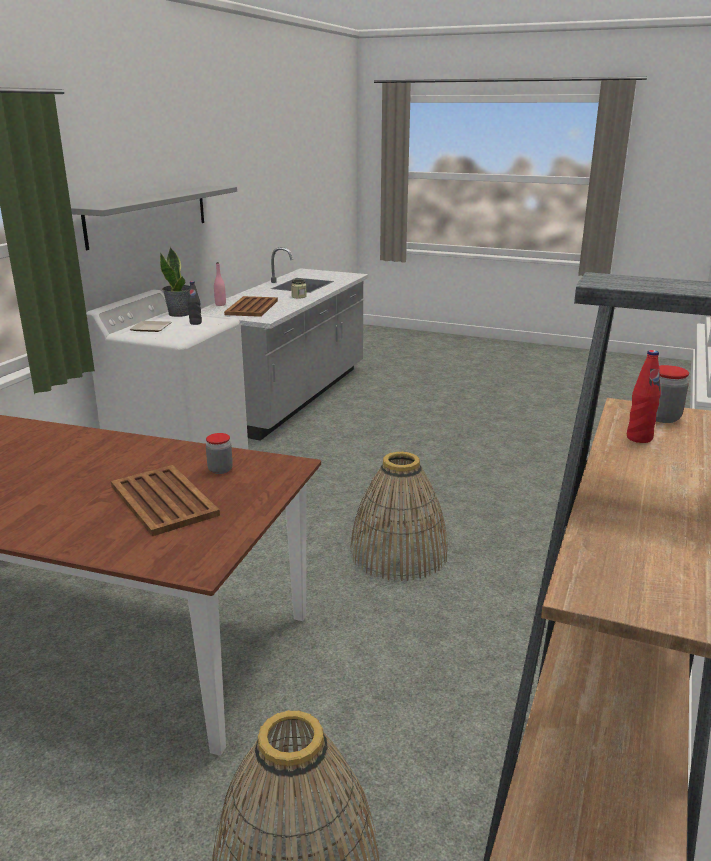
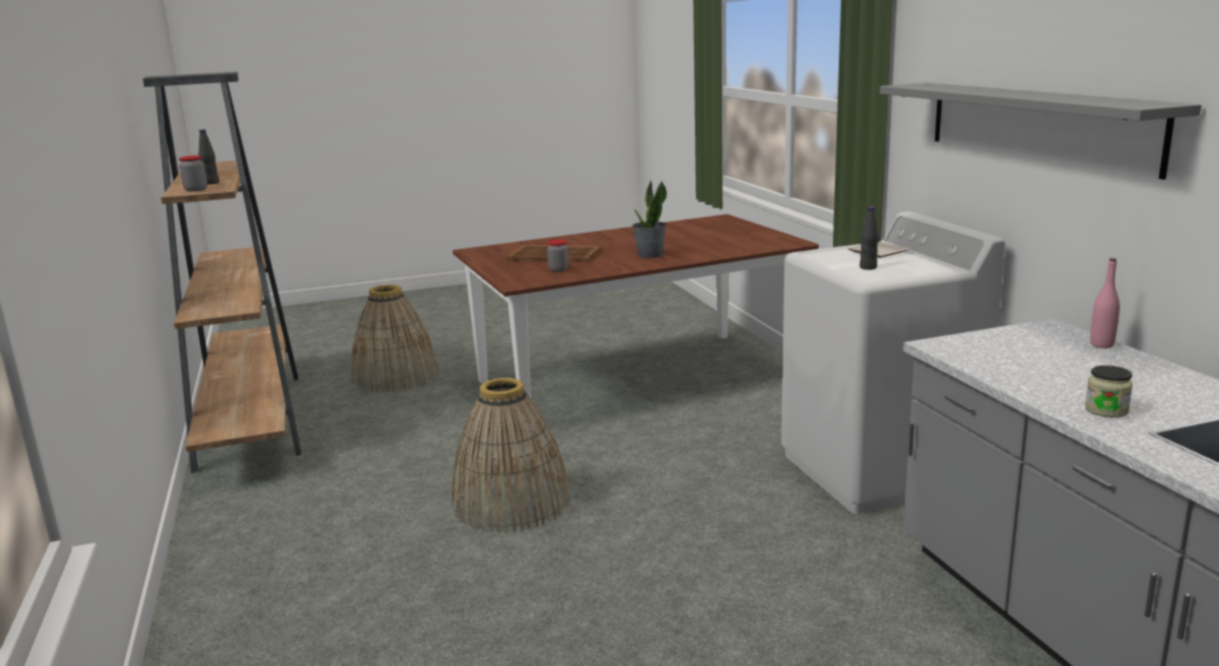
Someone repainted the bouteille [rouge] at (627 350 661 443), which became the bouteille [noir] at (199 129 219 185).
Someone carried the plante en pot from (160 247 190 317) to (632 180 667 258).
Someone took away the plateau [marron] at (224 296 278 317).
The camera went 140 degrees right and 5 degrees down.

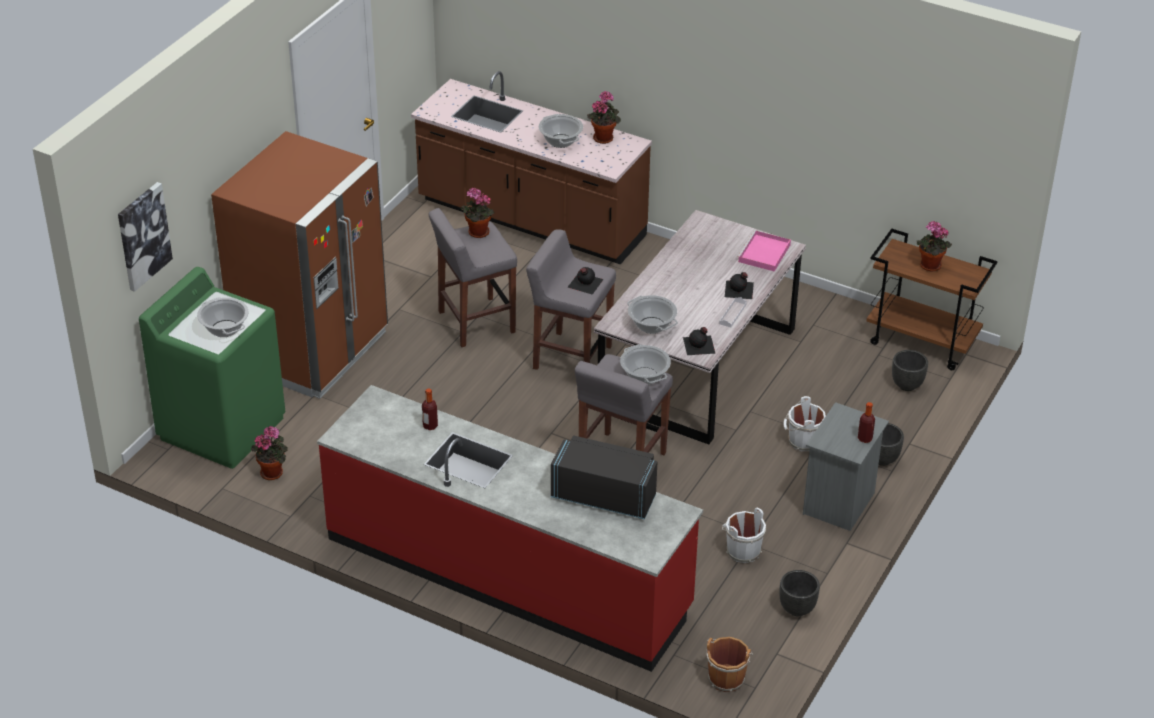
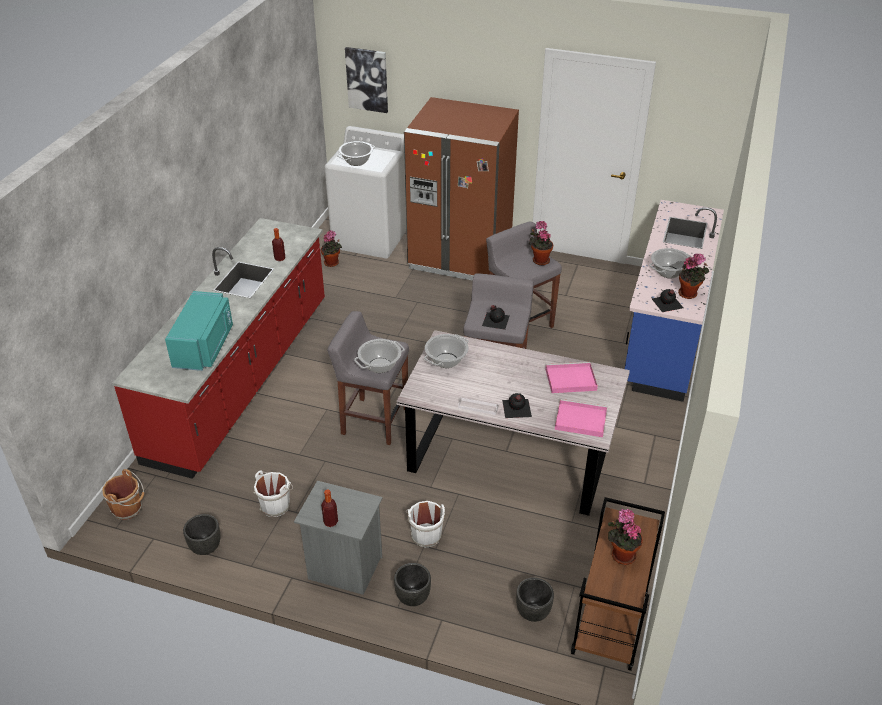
Someone repainted the micro-ondes [noir] at (551 435 657 520), which became the micro-ondes [turquoise] at (165 291 233 371).
Someone repainted the lave-linge [vert] at (139 267 285 469), which became the lave-linge [blanc] at (325 126 407 259).
Someone put down the plateau [rose] at (545 362 598 393).
Someone repainted the comptoir de cuisine [marron] at (411 71 652 264), which became the comptoir de cuisine [bleu] at (625 200 724 402).
Someone carried the bouteille [noir] from (683 327 716 355) to (652 289 683 312).
The camera went 80 degrees right and 0 degrees up.

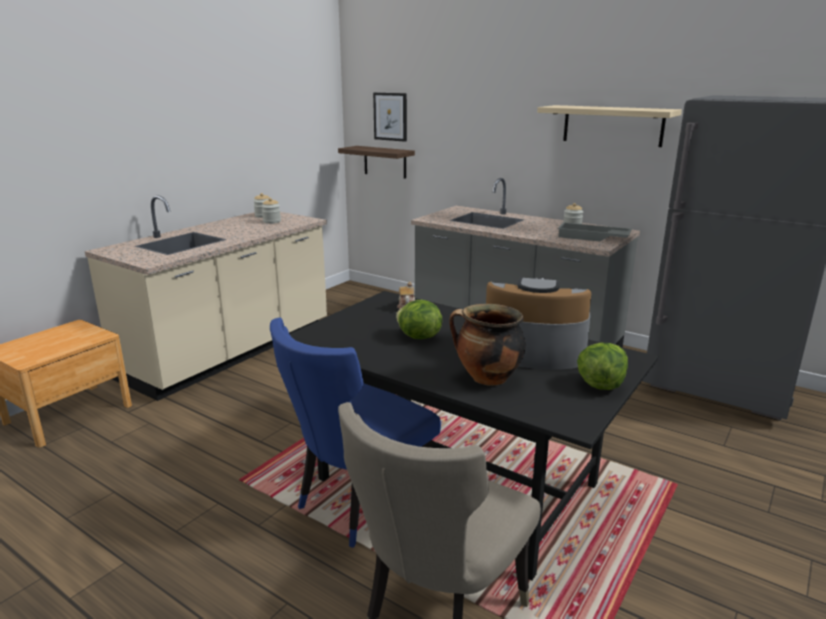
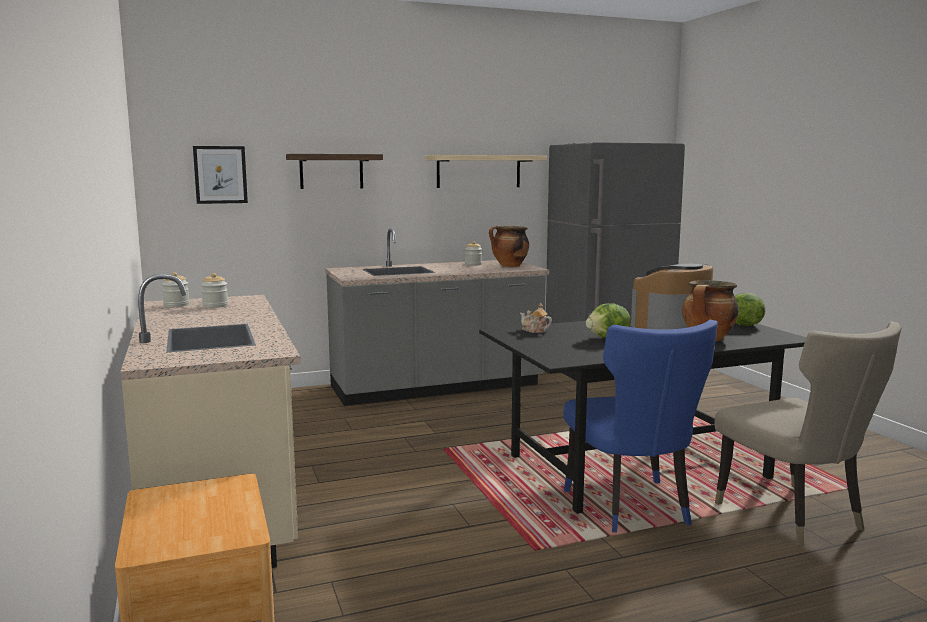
Someone carried the étagère from (338 146 415 179) to (286 154 383 189).
Someone swapped the plateau [gris] at (558 222 632 242) for the marmite at (489 226 529 267).
The camera went 55 degrees left and 10 degrees down.

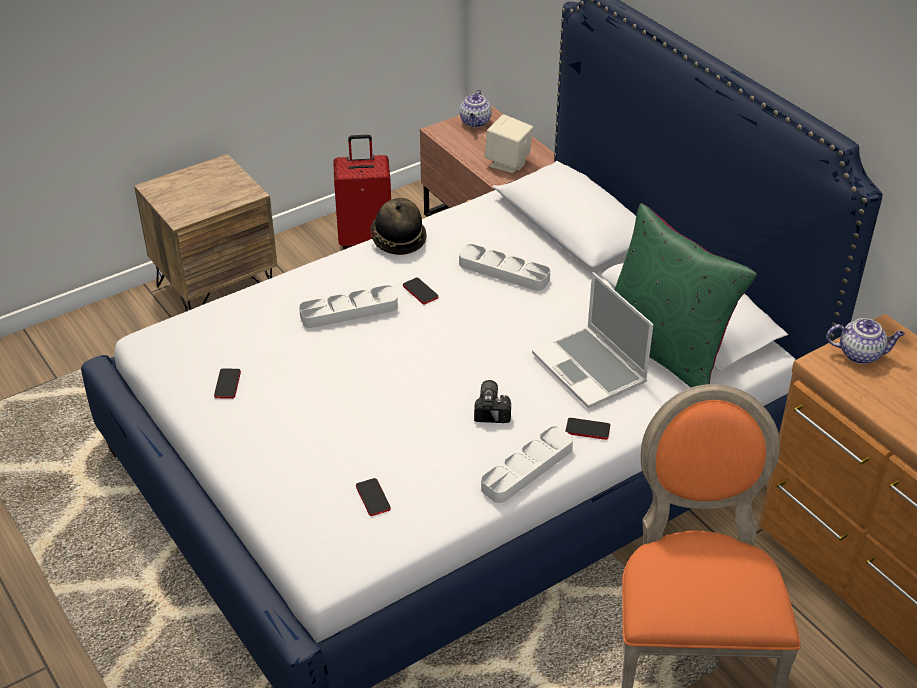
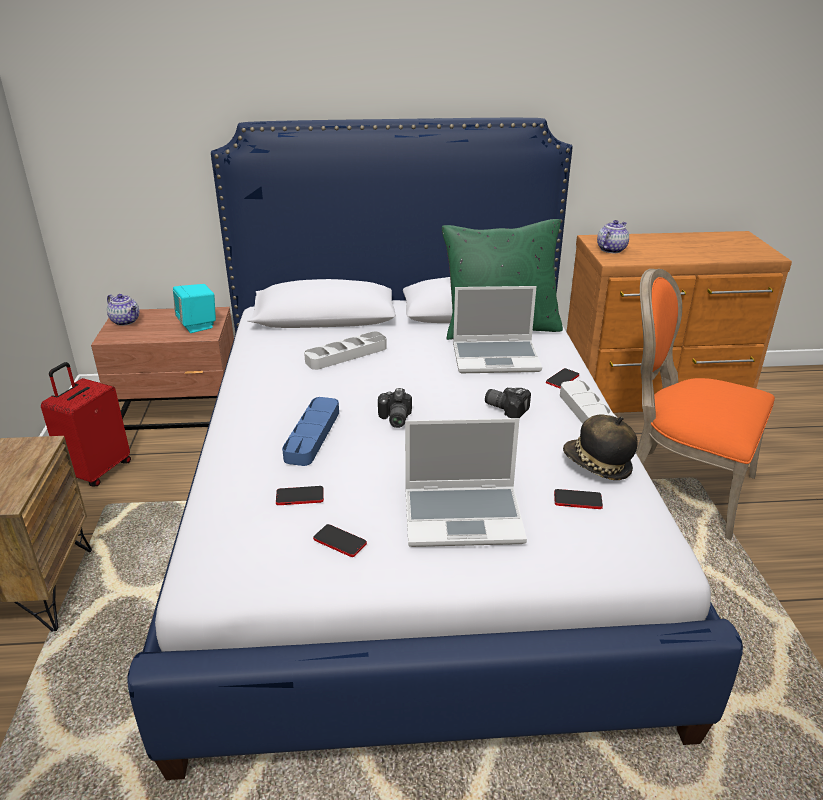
Someone repainted the enceinte [beige] at (484 114 533 173), which became the enceinte [turquoise] at (173 284 216 333).
Someone carried the téléphone from (403 277 439 305) to (276 486 324 505).
Someone repainted the plateau [gris] at (299 285 398 328), which became the plateau [bleu] at (282 397 339 466).
Someone put down the appareil photo at (378 388 412 428).
Someone put down the ordinateur portable at (405 418 527 547).
Someone carried the chapeau from (371 198 427 255) to (563 415 638 480).
The camera went 60 degrees left and 10 degrees down.

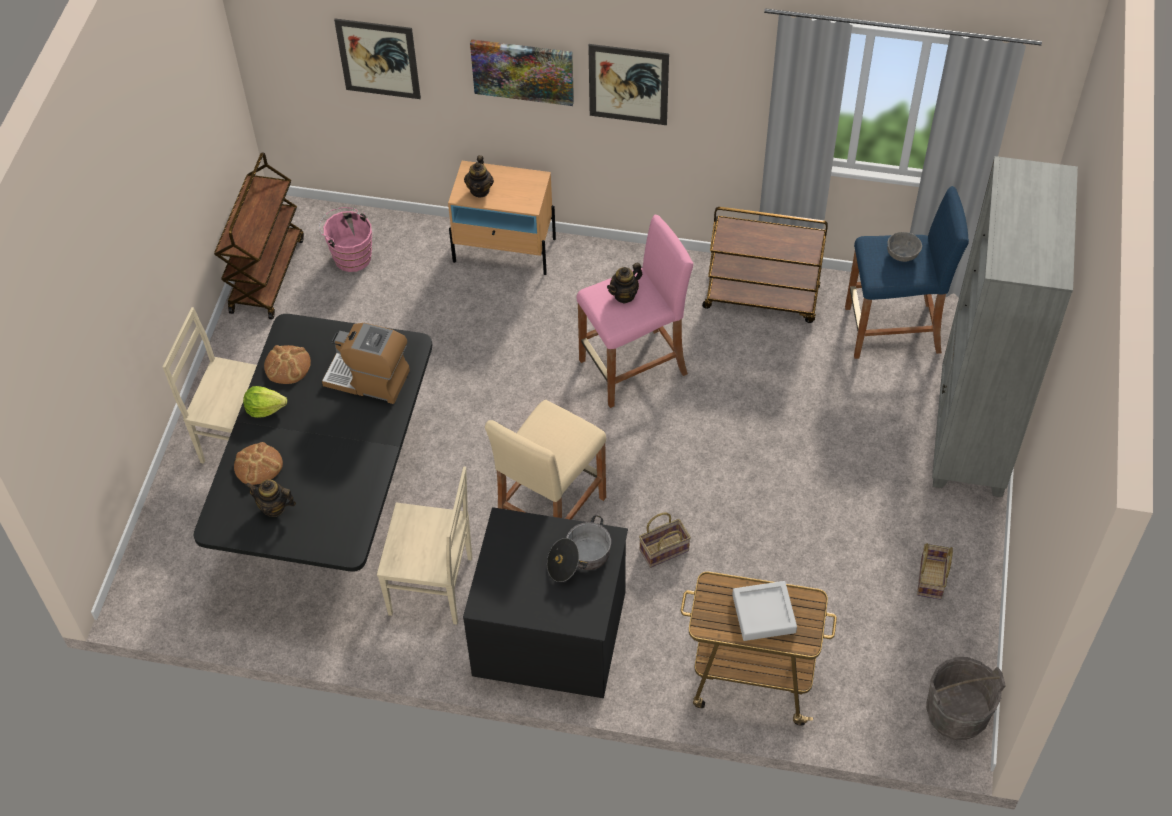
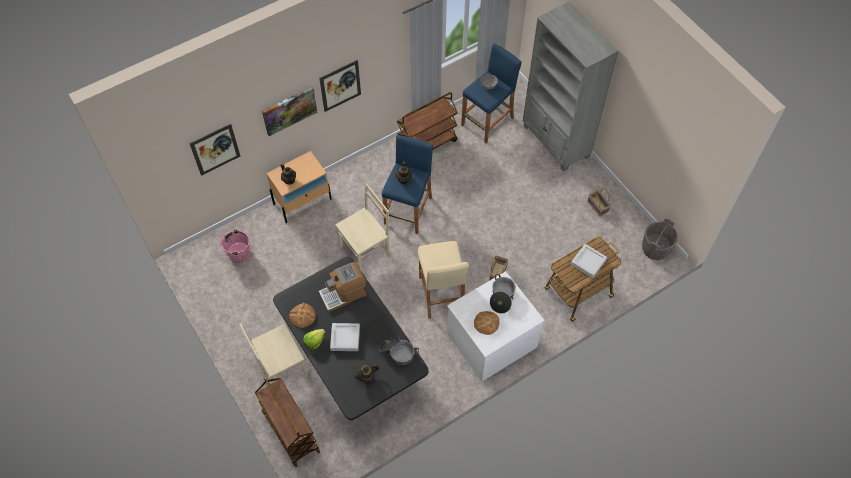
Someone carried the chariot [marron] from (214 152 304 320) to (255 377 320 467).
Someone put down the plateau [gris] at (330 323 360 351).
Someone carried the chaise [beige] from (377 466 472 624) to (335 183 389 272).
Someone put down the marmite at (379 337 419 366).
Someone repainted the tabouret [rose] at (577 215 693 408), which became the tabouret [bleu] at (382 135 433 234).
Someone repainted the commode [noir] at (463 507 628 698), which became the commode [blanc] at (447 271 545 381).
Someone carried the pain from (234 442 283 485) to (474 311 499 335).
The camera went 45 degrees left and 5 degrees up.

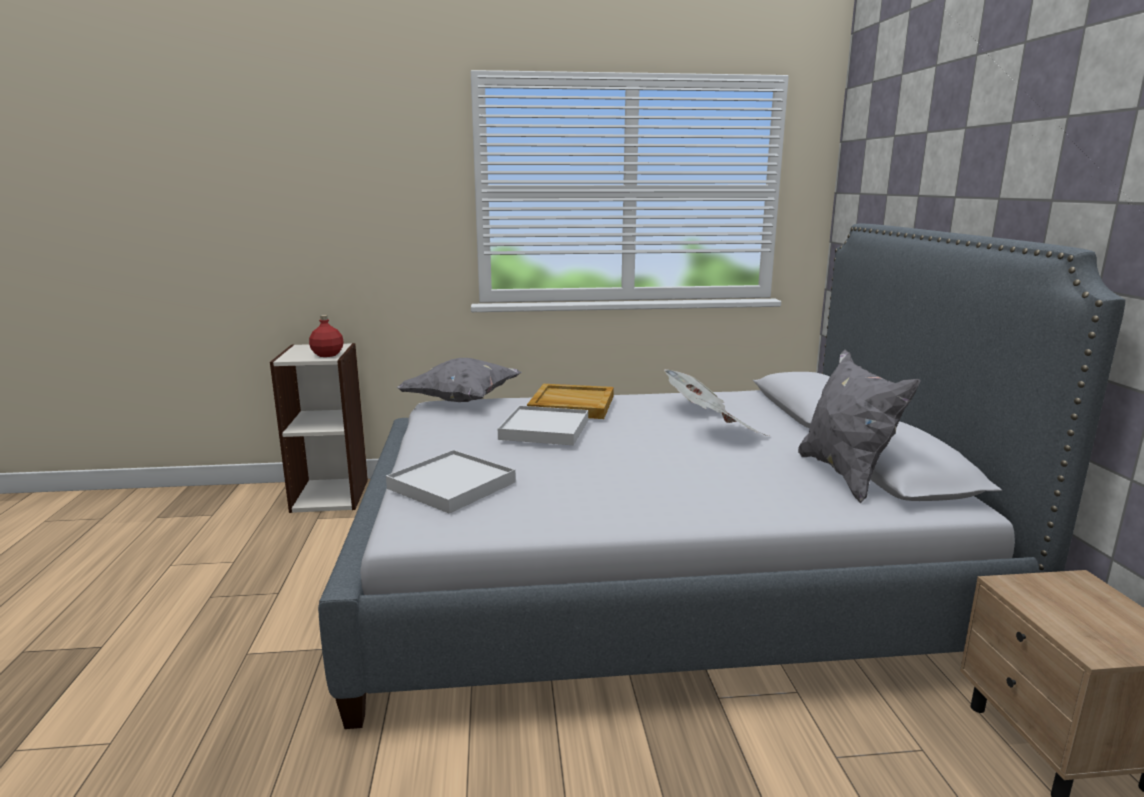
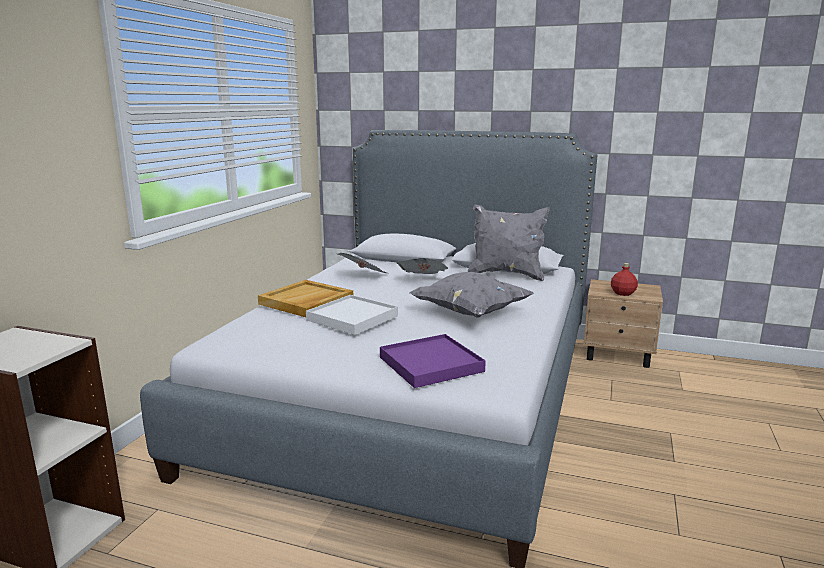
Someone repainted the plateau [blanc] at (386 450 515 514), which became the plateau [violet] at (380 334 486 388).
Someone carried the coussin [gris] from (396 358 522 402) to (409 272 534 318).
Someone carried the bouteille [rouge] from (309 315 344 357) to (611 263 638 296).
The camera went 65 degrees left and 0 degrees up.

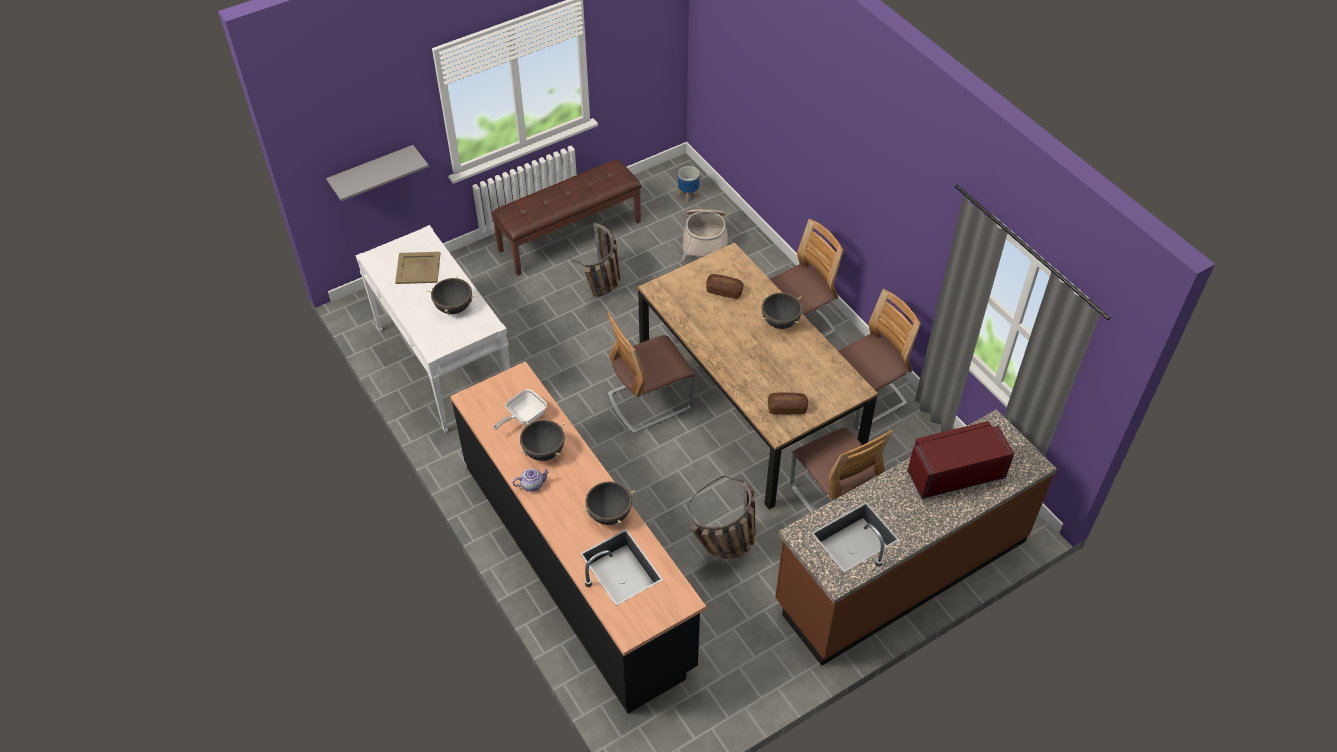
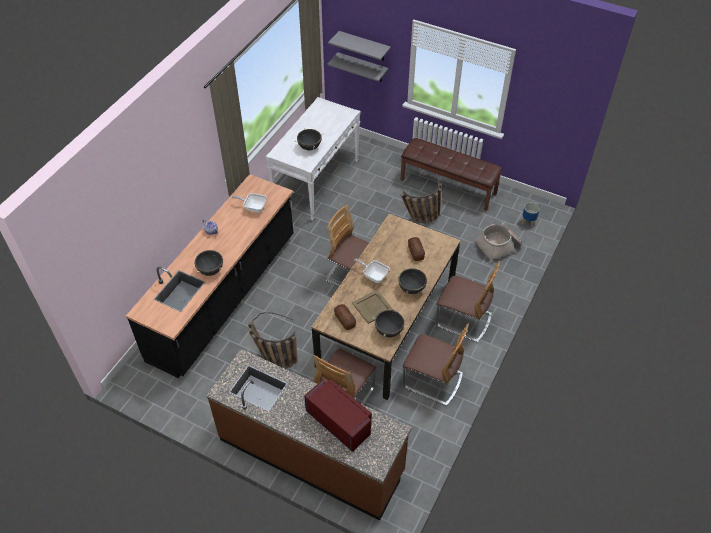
Someone put up the étagère [gris] at (328 31 391 61).
Someone carried the plateau [beige] from (395 252 440 284) to (352 290 393 324).
Someone put down the poêle at (354 259 390 283).
Someone carried the marmite [noir] from (520 420 565 461) to (372 308 407 337).
The camera went 60 degrees right and 0 degrees up.

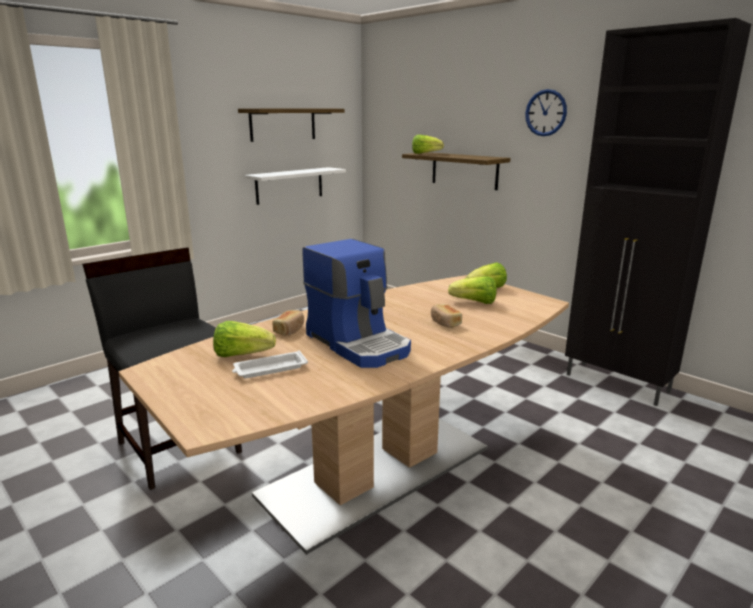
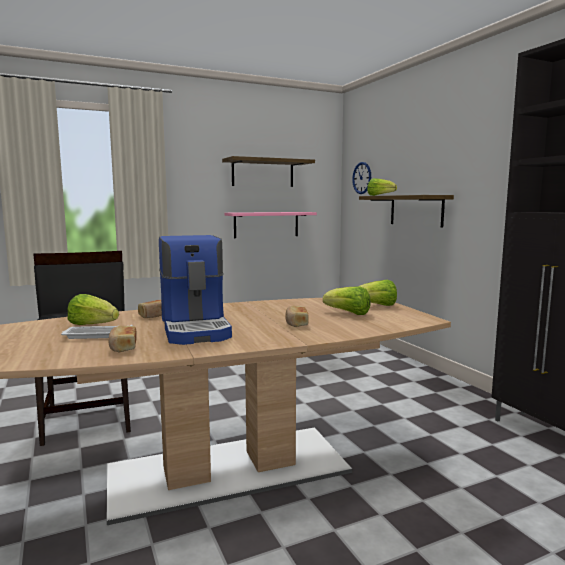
Someone put down the pain at (109 326 137 352).
Someone repainted the étagère [blanc] at (245 167 346 205), which became the étagère [rose] at (224 212 317 238).
Someone carried the horloge murale from (525 89 567 136) to (352 162 371 194).
The camera went 20 degrees right and 10 degrees down.

